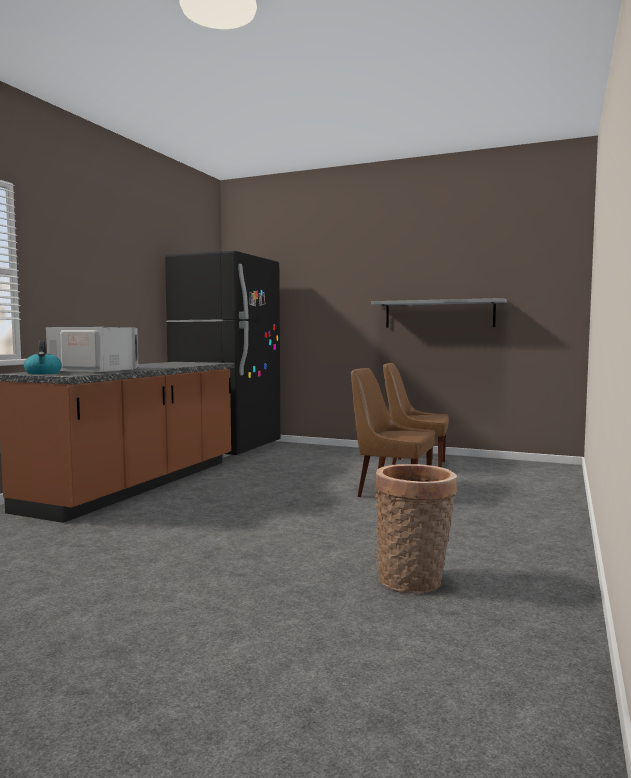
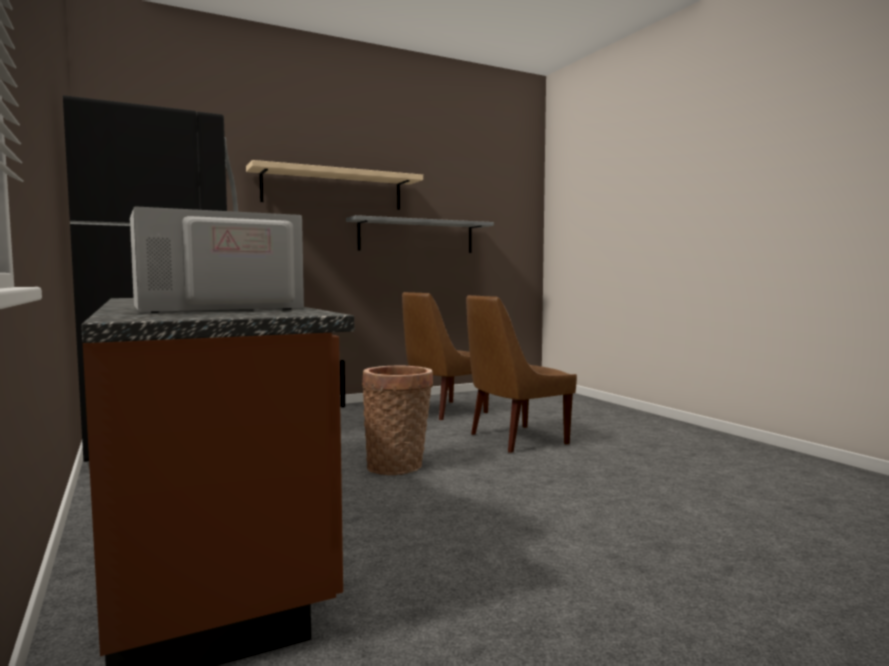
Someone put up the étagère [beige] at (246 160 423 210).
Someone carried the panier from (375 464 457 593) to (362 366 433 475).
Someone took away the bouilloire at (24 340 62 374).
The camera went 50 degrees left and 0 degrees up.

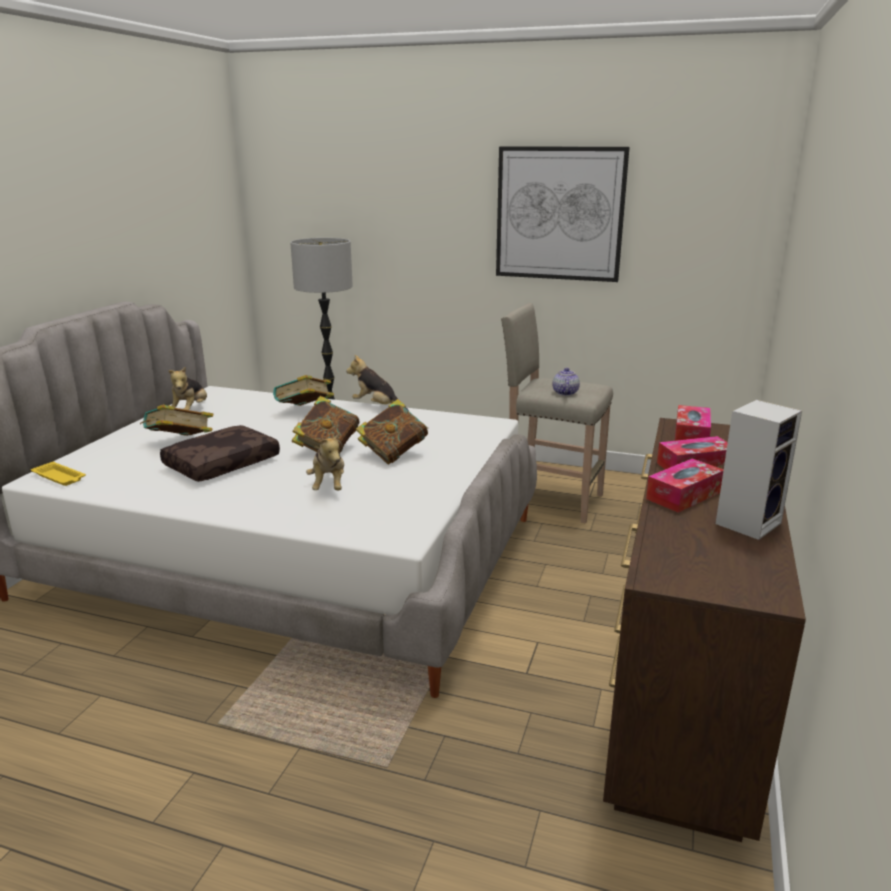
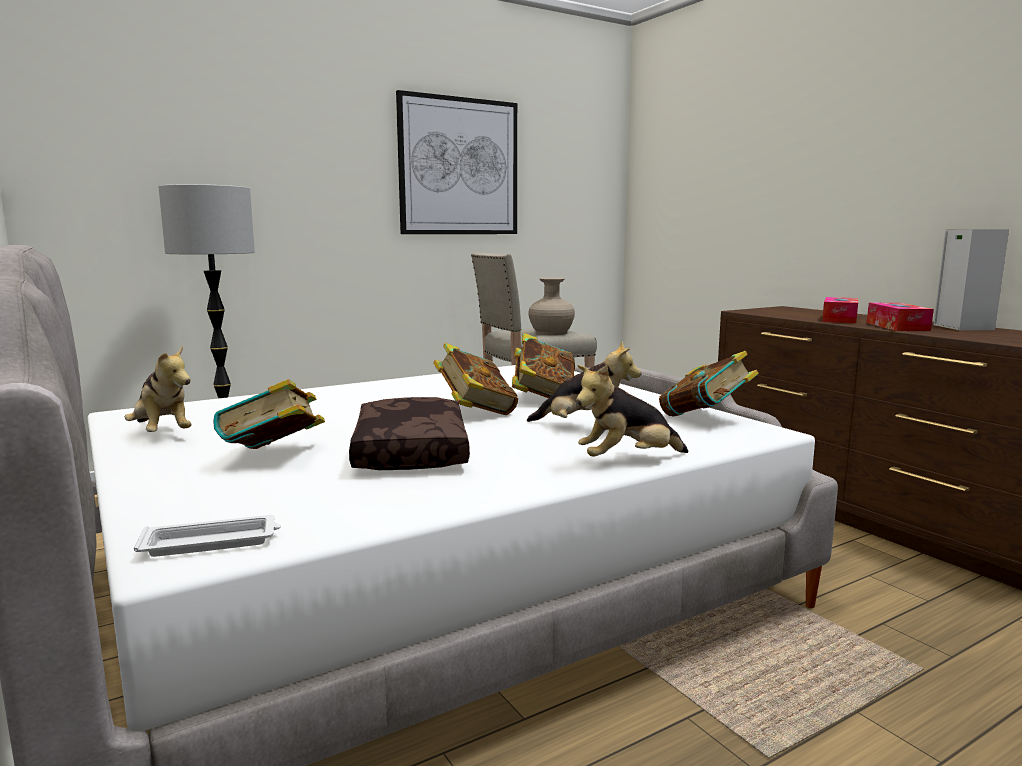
Someone repainted the plateau [jaune] at (31 461 86 486), which became the plateau [blanc] at (134 515 281 557).
Someone swapped the théière at (553 368 580 396) for the vase [beige] at (528 278 575 335).
Someone carried the peluche from (346 355 409 411) to (576 365 688 457).
Someone carried the livre from (273 375 334 406) to (659 351 759 417).
Someone took away the boîte à mouchoirs at (675 405 711 441).
The camera went 50 degrees left and 10 degrees down.

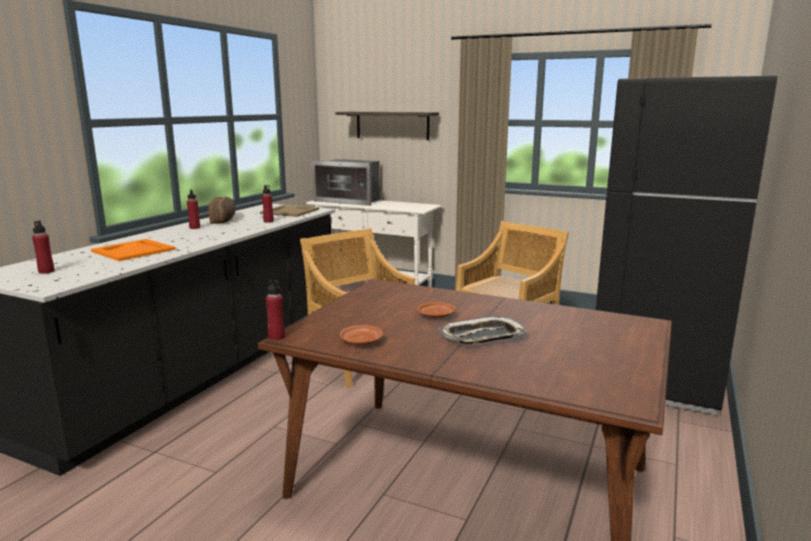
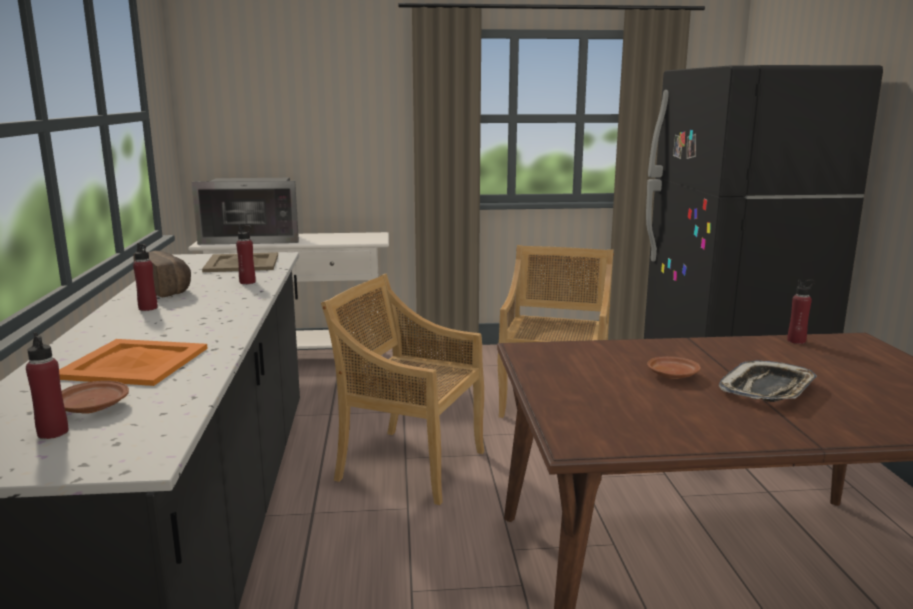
Someone carried the assiette [marron] from (339 325 383 346) to (61 381 129 414).
Someone carried the bouteille [rouge] from (266 279 285 340) to (787 279 815 344).
Someone took away the étagère at (335 112 439 140).
The camera went 30 degrees left and 0 degrees up.

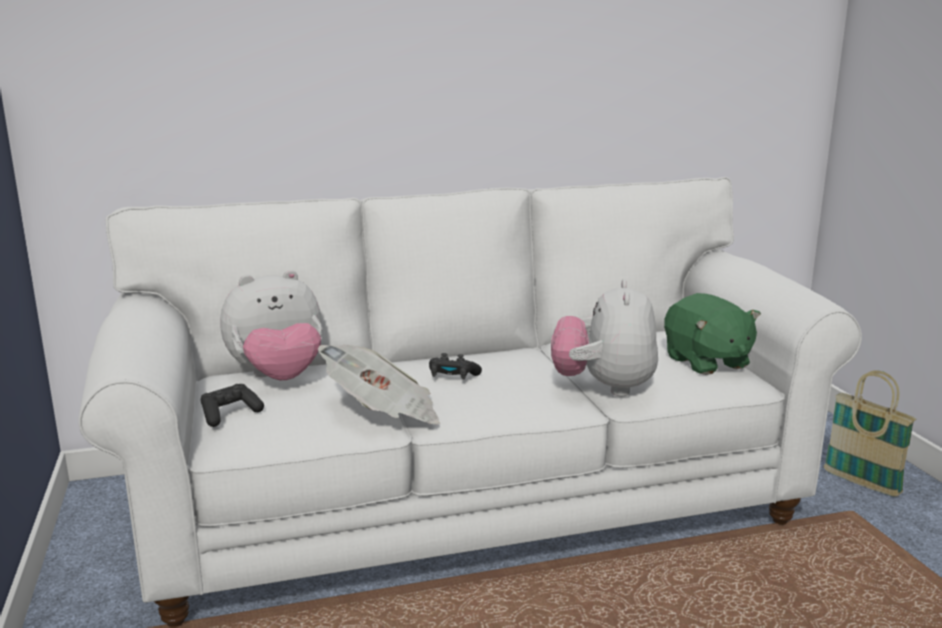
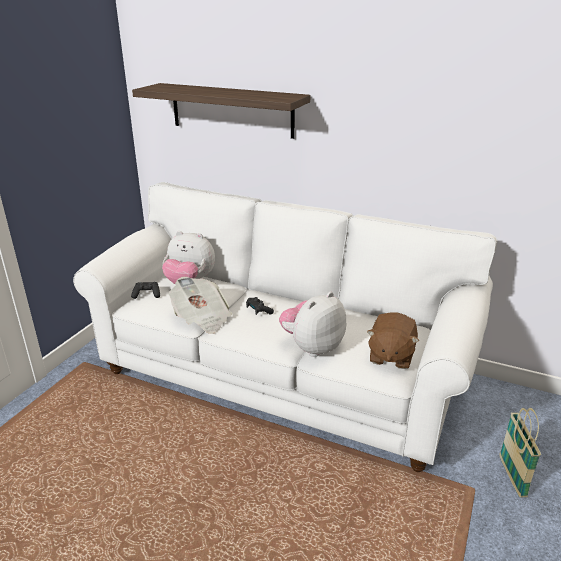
Someone put up the étagère at (132 83 310 139).
Someone repainted the peluche [vert] at (664 293 761 375), which became the peluche [marron] at (367 312 419 369).
The camera went 40 degrees right and 10 degrees up.

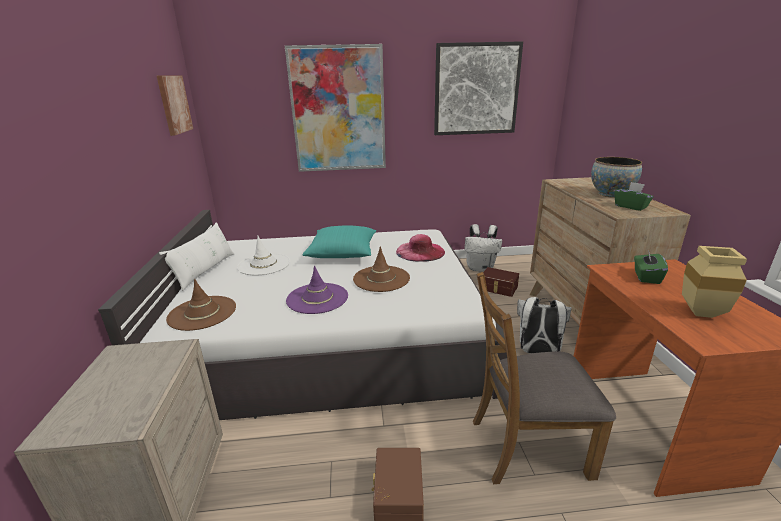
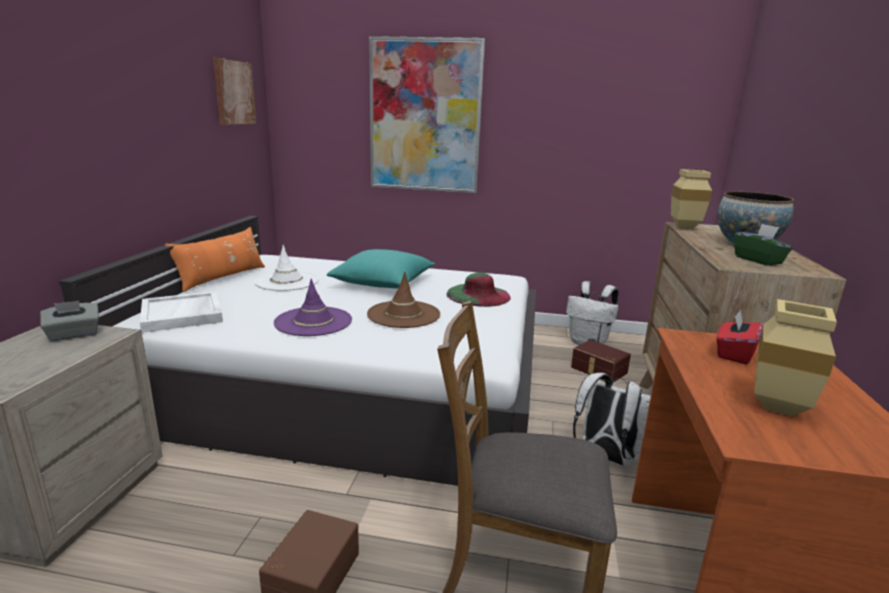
Someone put down the boîte à mouchoirs [gris] at (40 301 99 342).
Someone swapped the chapeau [marron] at (166 279 236 331) for the plateau [blanc] at (140 291 223 333).
Someone repainted the coussin [blanc] at (159 222 234 291), which became the coussin [orange] at (165 227 265 292).
Someone repainted the chapeau [rose] at (396 234 445 262), which became the chapeau [vert] at (446 272 511 307).
Someone put down the vase [beige] at (671 169 712 230).
Someone repainted the boîte à mouchoirs [vert] at (634 250 668 284), which became the boîte à mouchoirs [rouge] at (716 310 763 364).
Someone took away the tableau at (434 41 523 135).
The camera went 15 degrees right and 5 degrees down.

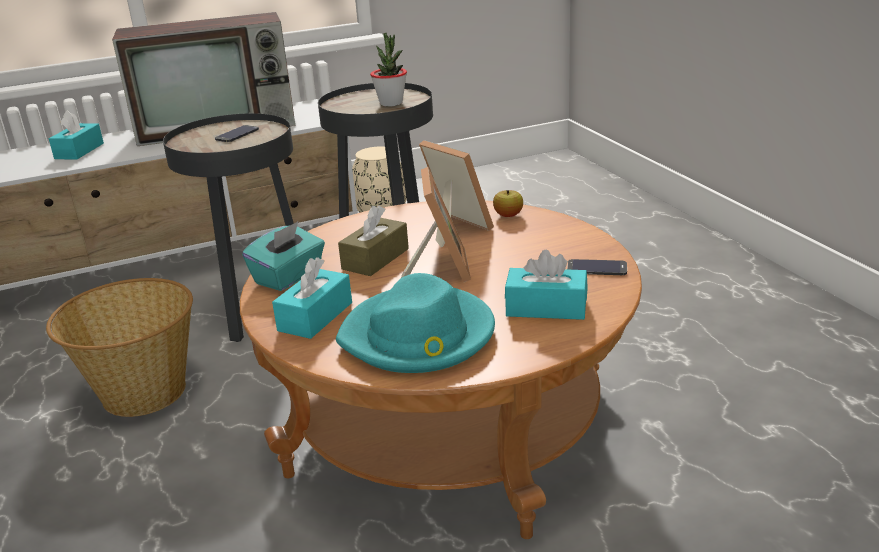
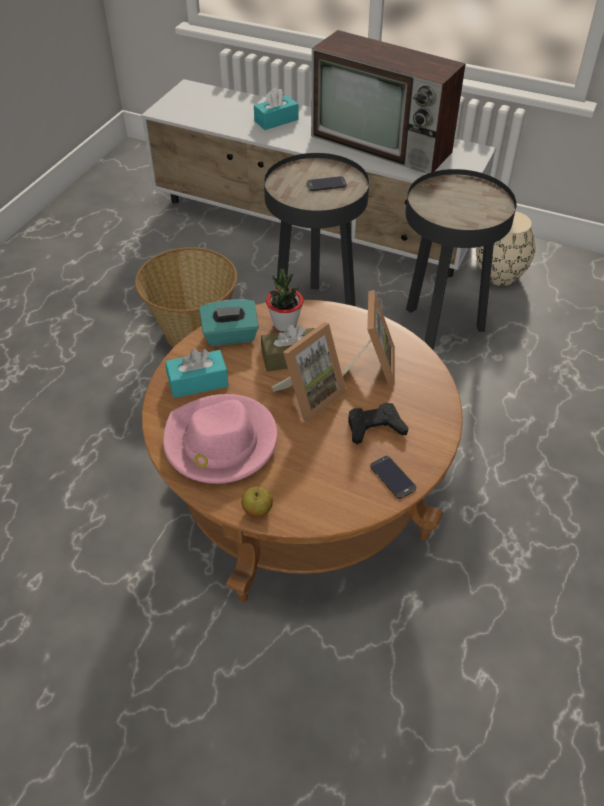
Someone repainted the chapeau [turquoise] at (336 273 495 373), which became the chapeau [rose] at (163 394 277 484).
Someone carried the pomme from (493 190 523 217) to (241 486 273 517).
Someone carried the plante en pot from (370 33 407 107) to (266 268 303 332).
Someone put down the manette [noir] at (348 403 409 444).
Someone took away the boîte à mouchoirs [turquoise] at (505 249 588 320).
The camera went 45 degrees right and 20 degrees up.

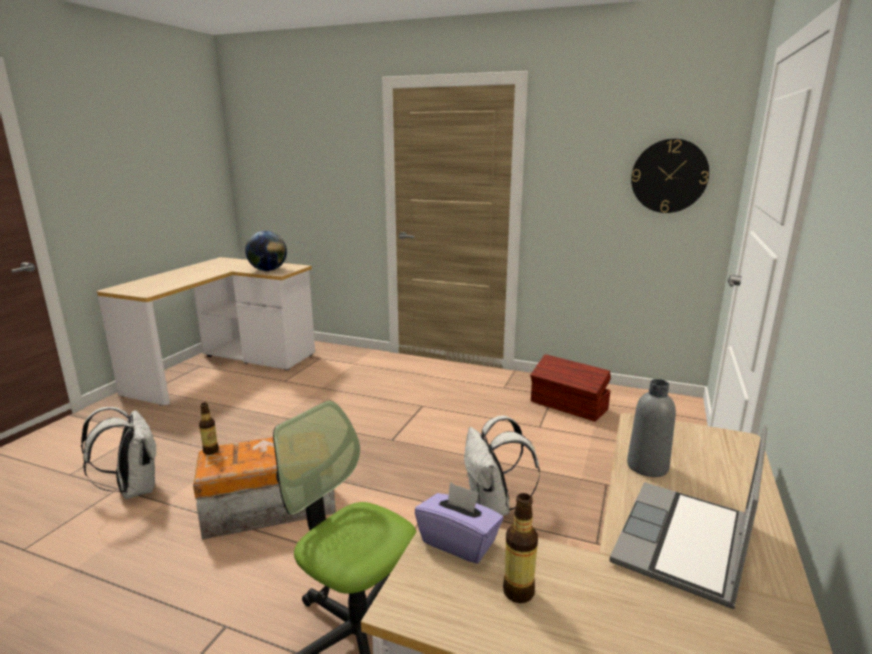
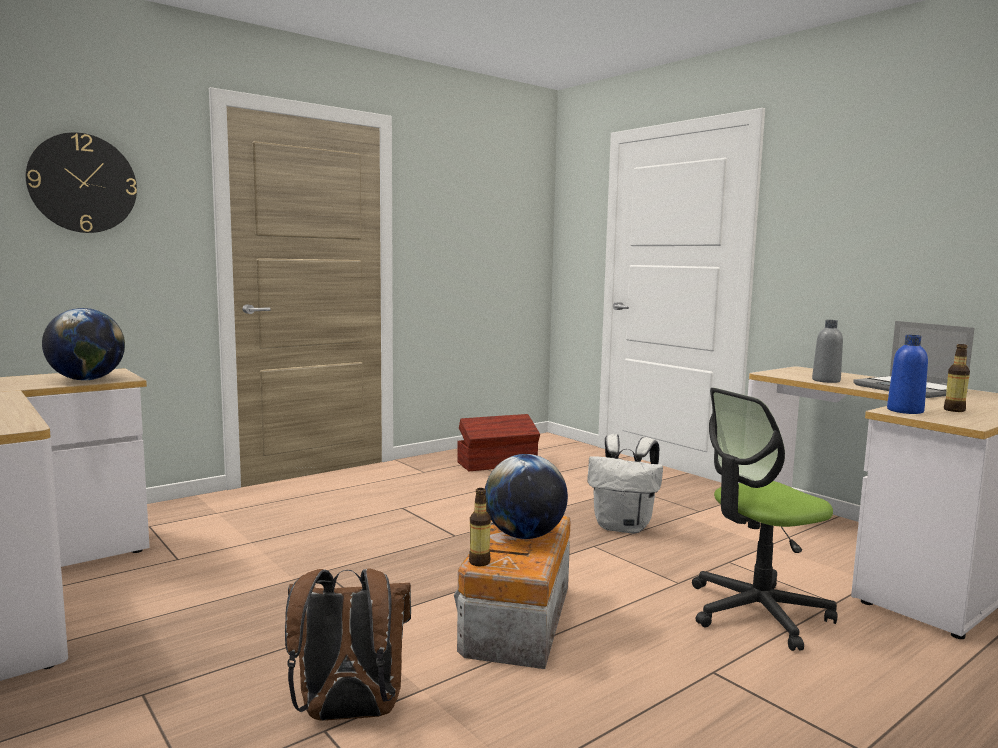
Someone carried the horloge murale from (631 139 709 213) to (26 132 137 233).
Someone repainted the sac à dos [blanc] at (81 407 157 499), which became the sac à dos [marron] at (285 568 411 721).
Someone put down the globe at (485 454 568 539).
Someone swapped the boîte à mouchoirs [violet] at (415 482 503 564) for the bouteille [bleu] at (887 335 928 414).
The camera went 60 degrees left and 10 degrees down.

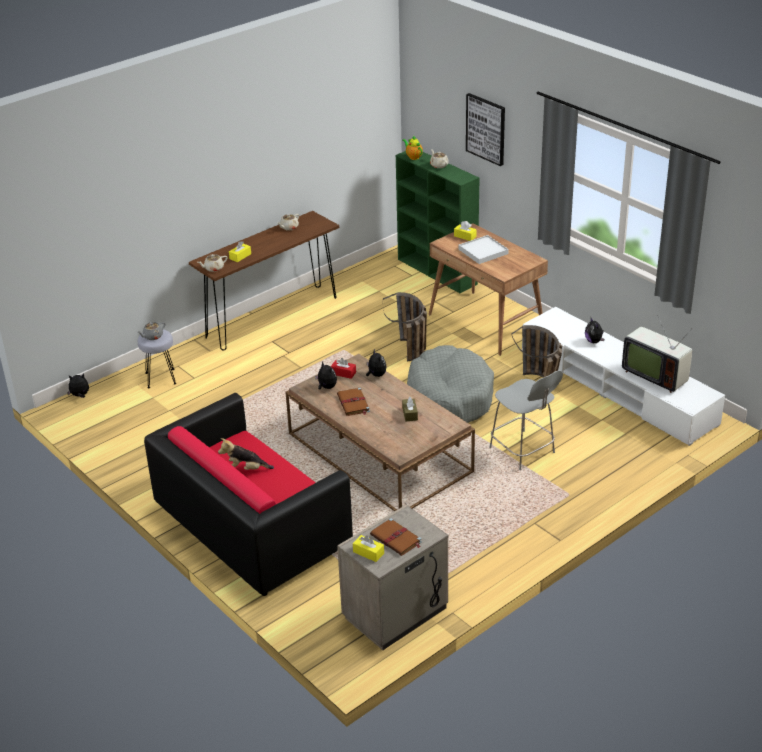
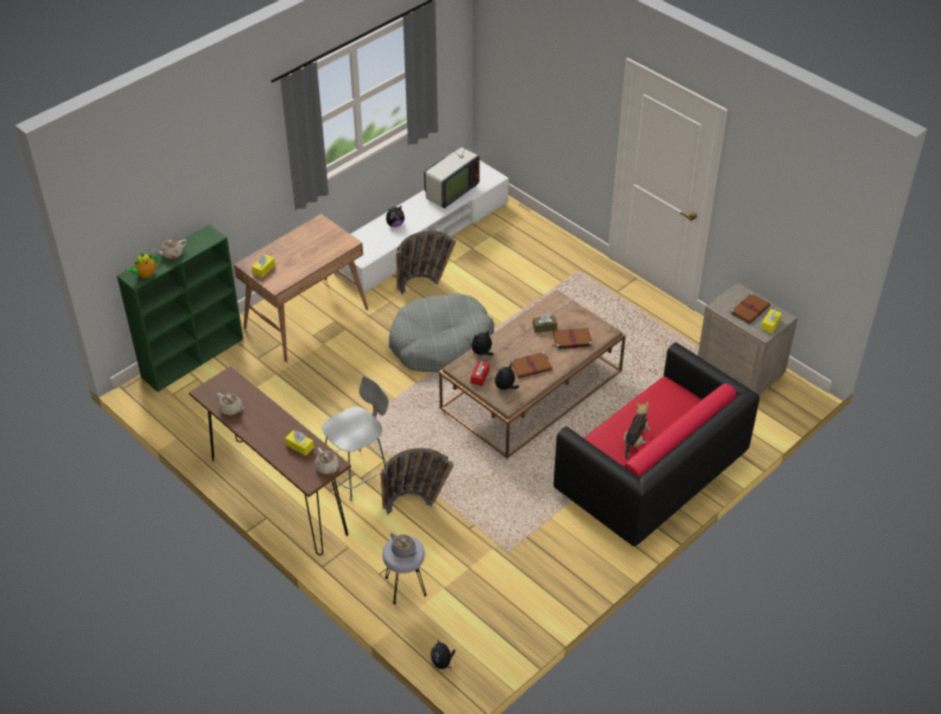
Someone carried the tabouret [gris] from (489 371 563 470) to (322 376 389 501).
Someone carried the panier from (383 292 427 362) to (381 448 454 514).
Someone put down the livre [marron] at (552 328 592 350).
Someone rotated the peluche at (218 438 274 470) by 150 degrees counterclockwise.
Someone took away the plateau [blanc] at (459 235 509 264).
Someone took away the tableau at (466 93 505 166).
The camera went 95 degrees left and 10 degrees up.

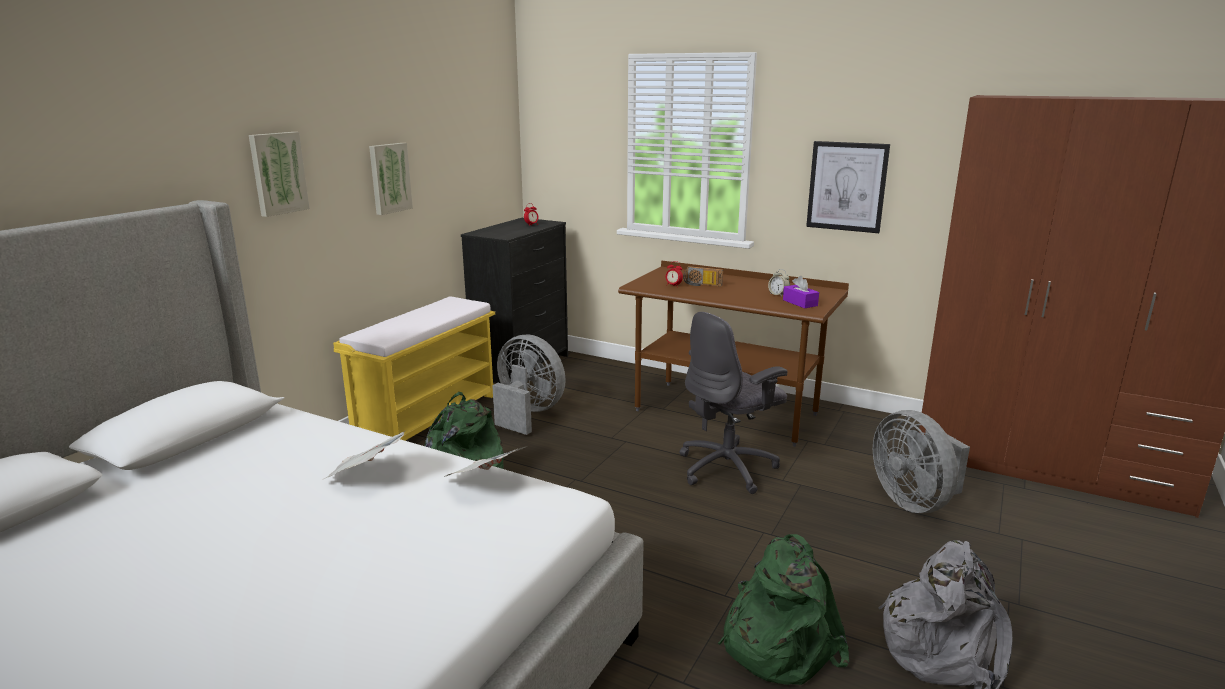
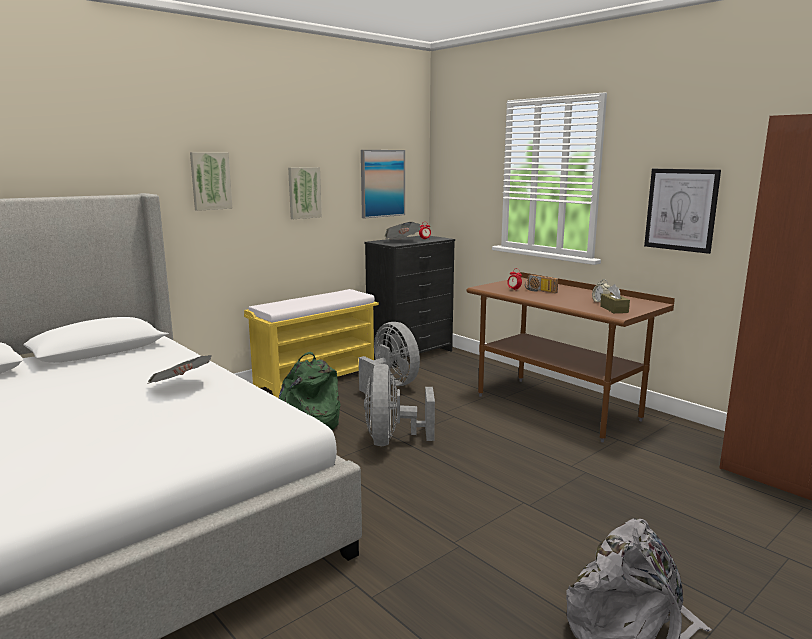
Someone put up the tableau at (361 150 405 219).
Someone carried the ventilateur [gris] from (873 410 970 513) to (364 364 435 446).
Someone carried the journal from (444 446 527 477) to (385 222 420 240).
Someone repainted the boîte à mouchoirs [violet] at (783 276 819 308), which became the boîte à mouchoirs [marron] at (600 284 630 313).
Someone took away the chaise de bureau [gris] at (679 312 787 494).
Someone took away the sac à dos [vert] at (718 534 849 685).
The camera went 20 degrees right and 5 degrees down.

